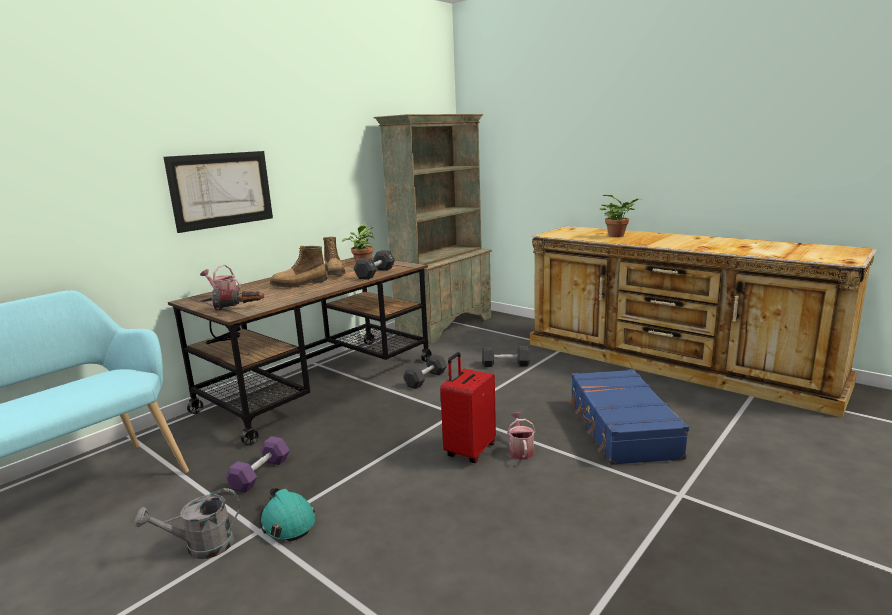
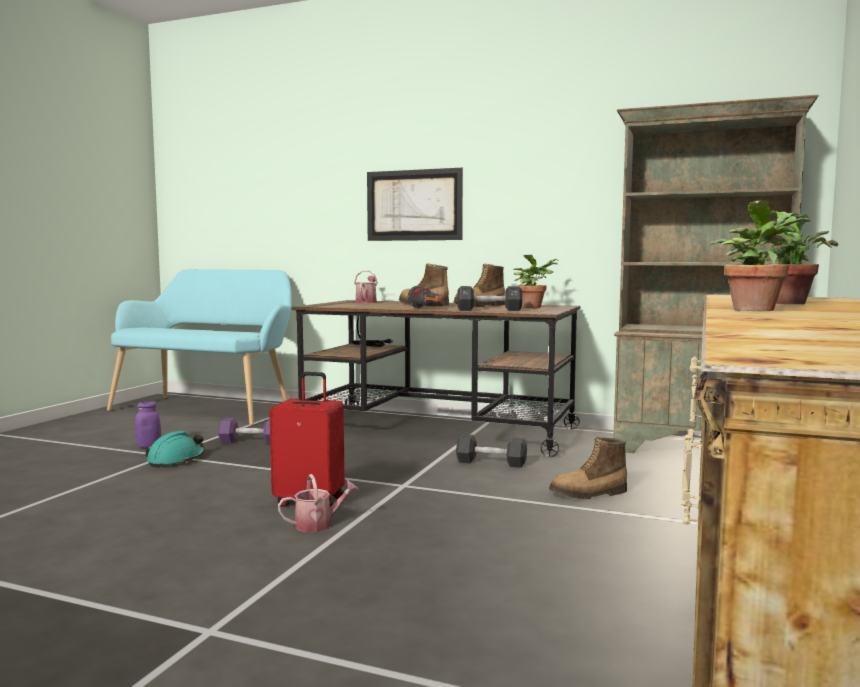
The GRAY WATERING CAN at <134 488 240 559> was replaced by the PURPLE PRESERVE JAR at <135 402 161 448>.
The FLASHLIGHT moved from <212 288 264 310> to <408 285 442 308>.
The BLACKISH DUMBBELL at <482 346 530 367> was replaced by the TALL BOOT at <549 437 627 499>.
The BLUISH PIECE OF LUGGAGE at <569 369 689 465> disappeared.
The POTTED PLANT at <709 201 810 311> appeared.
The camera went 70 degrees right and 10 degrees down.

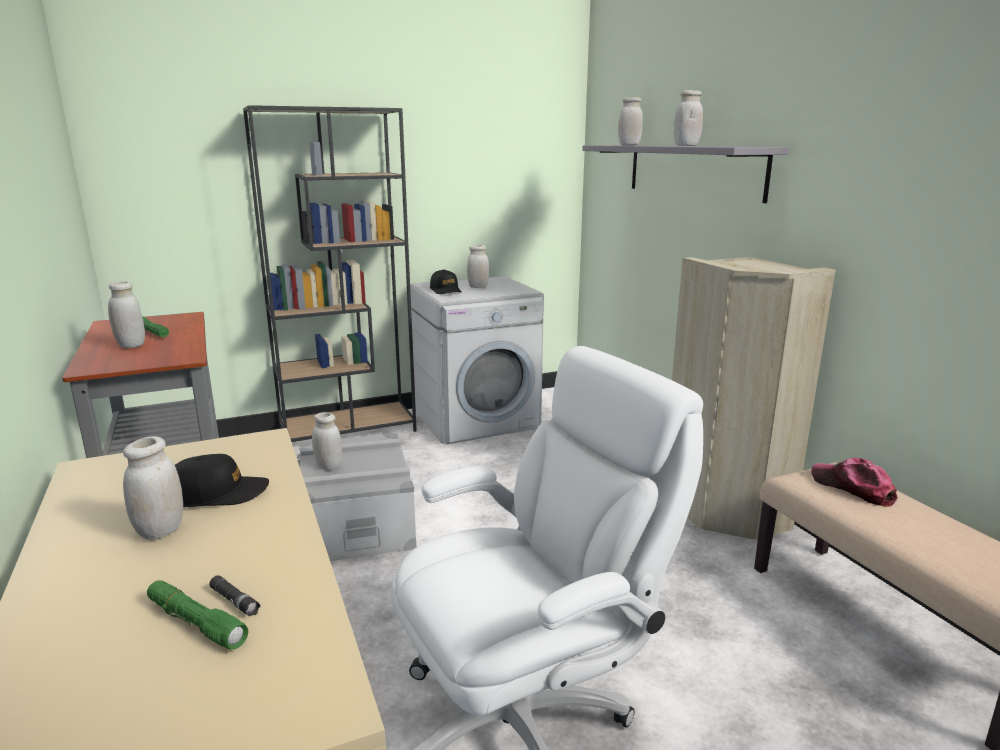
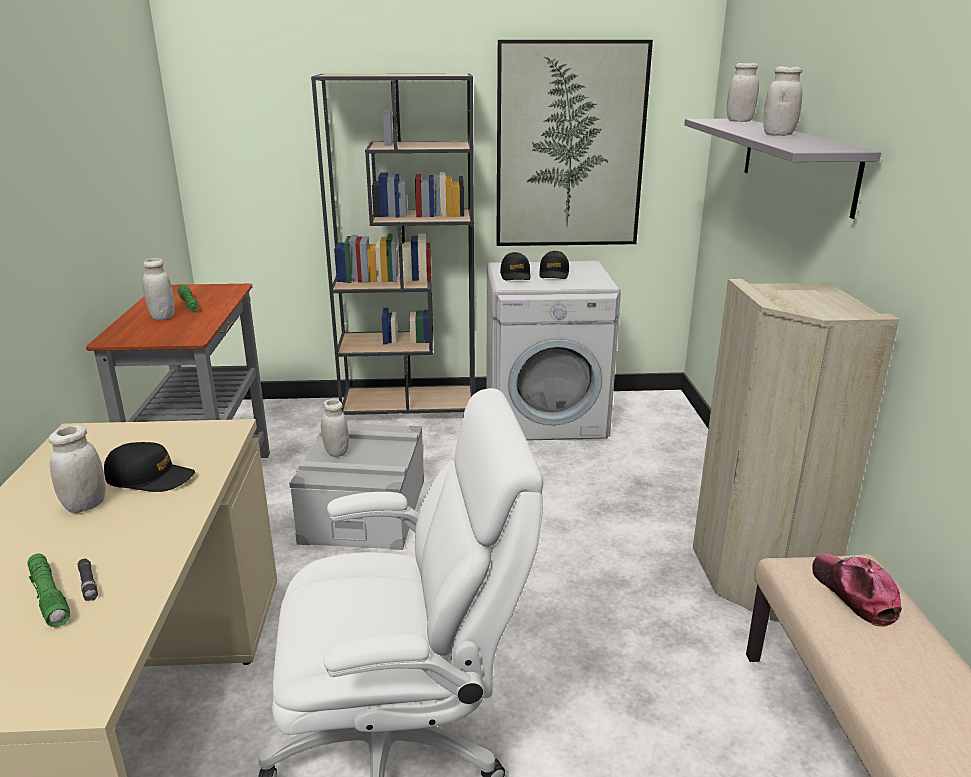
The WHITISH PRESERVE JAR at <467 245 489 288> was replaced by the BLACKISH BASEBALL CAP at <539 251 569 279>.
The WALL PICTURE at <496 40 653 246> appeared.
The camera went 20 degrees right and 5 degrees up.

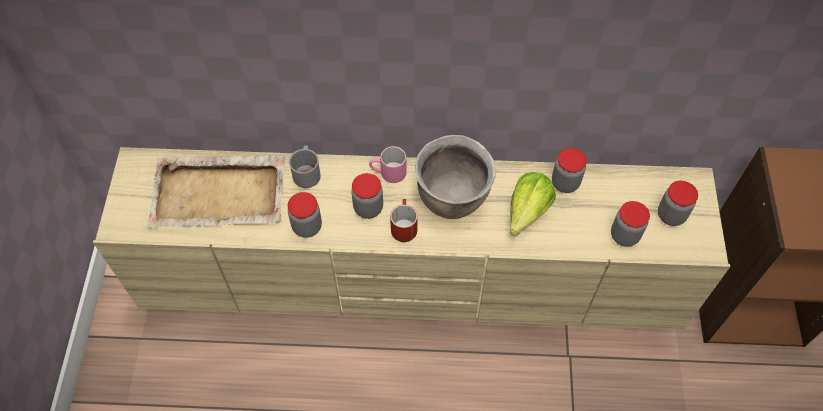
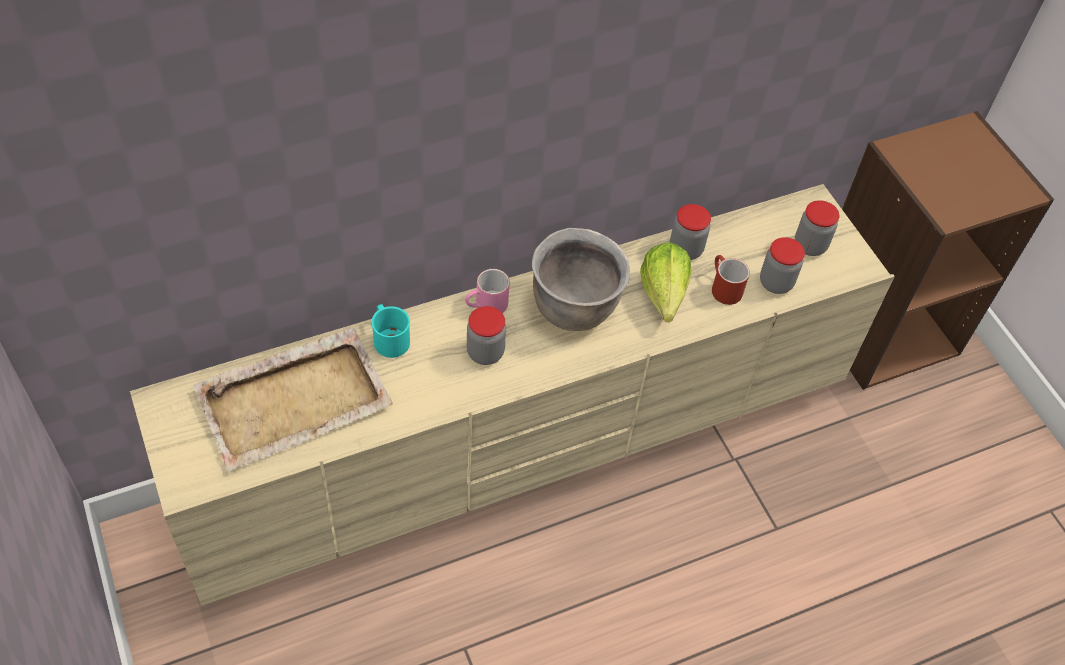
The PRESERVE JAR at <288 192 322 238> disappeared.
The GRAY COFFEE MUG at <289 146 321 188> became the TURQUOISE-COLOURED COFFEE MUG at <371 304 410 358>.
The RED COFFEE MUG moved from <390 199 418 242> to <712 255 750 305>.
The camera went 30 degrees left and 5 degrees down.

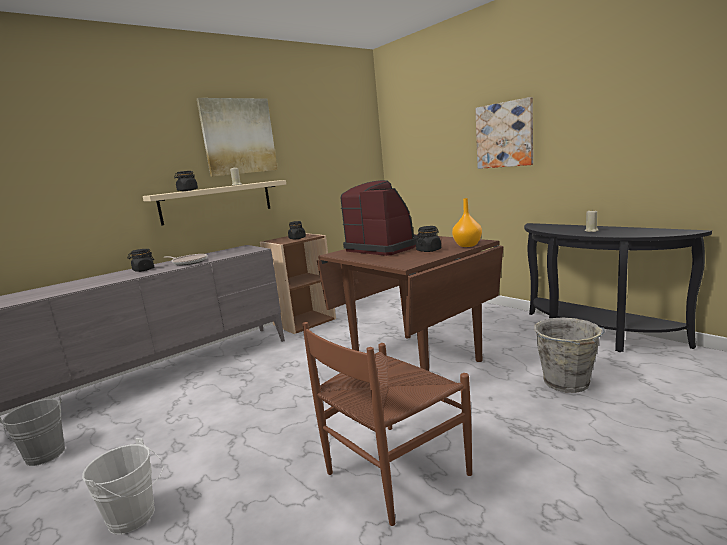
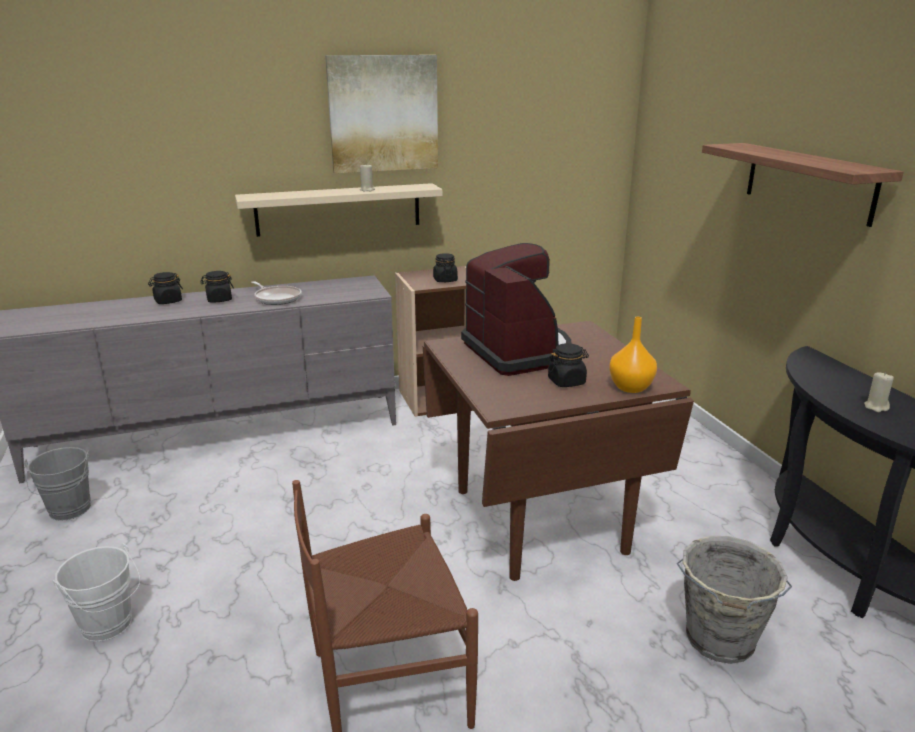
The BLACKISH PRESERVE JAR moved from <174 171 198 191> to <148 272 183 304>.
The WALL PICTURE at <475 97 533 169> was replaced by the SHELF at <702 143 904 227>.
The camera went 20 degrees right and 10 degrees up.

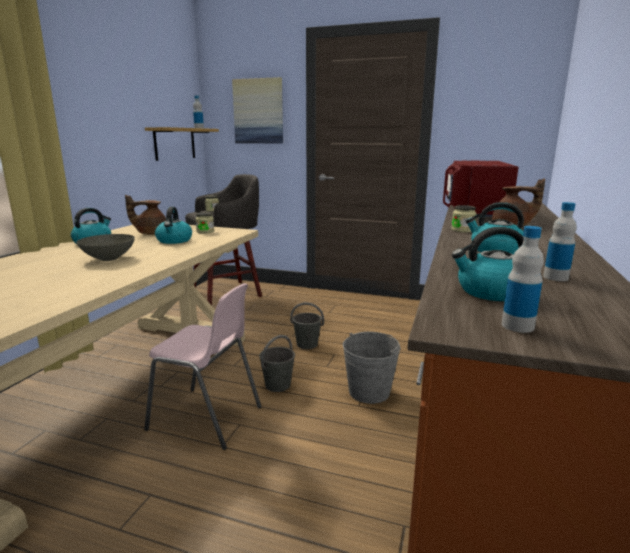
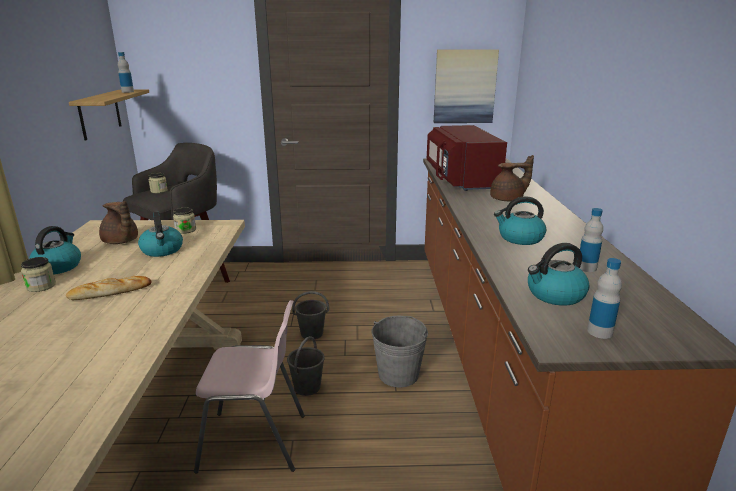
The GRAY DEEP DISH at <76 234 135 261> was replaced by the BAKERY BREAD at <66 276 152 300>.
The BROWN TEA POT at <125 195 166 235> turned 105 degrees counterclockwise.
The WALL PICTURE moved from <232 77 283 143> to <434 49 499 123>.
The PRESERVE JAR moved from <451 205 476 232> to <21 257 56 292>.
The camera went 20 degrees left and 5 degrees up.

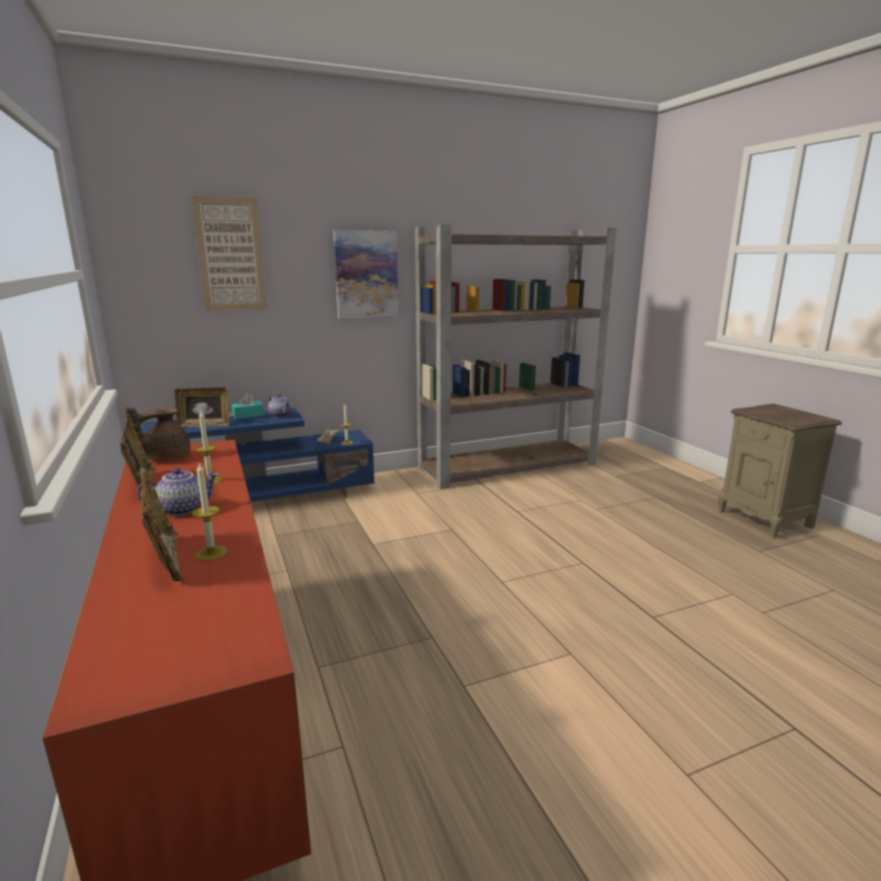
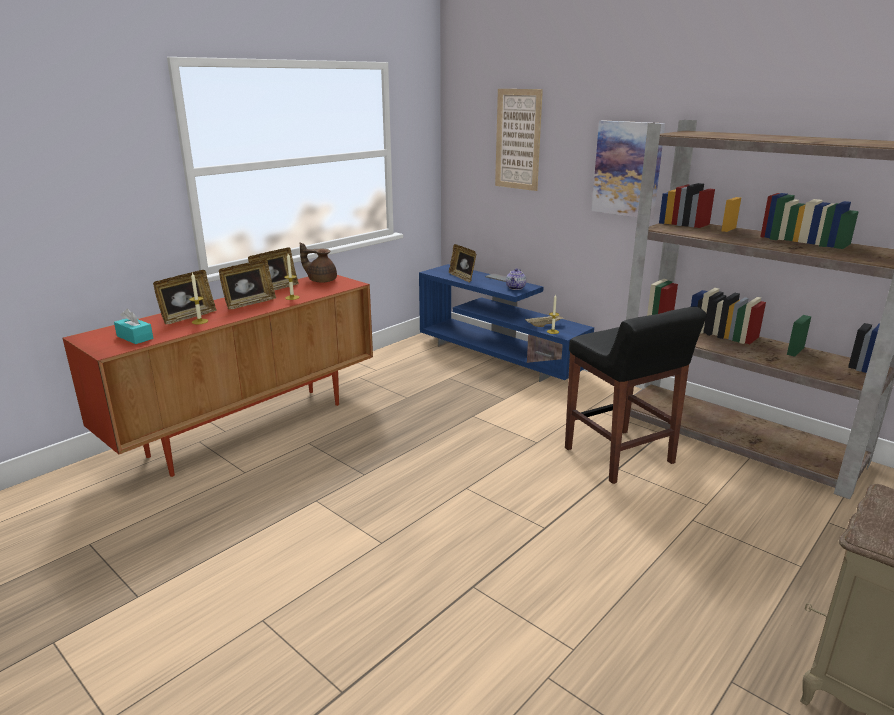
The TEA POT at <137 468 219 516> was replaced by the STANDING FRAME at <219 259 276 310>.
The TURQUOISE-COLOURED BOX OF TISSUES moved from <232 393 264 419> to <114 309 153 344>.
The BLACKISH STOOL at <565 307 707 484> appeared.
The camera went 65 degrees right and 5 degrees up.

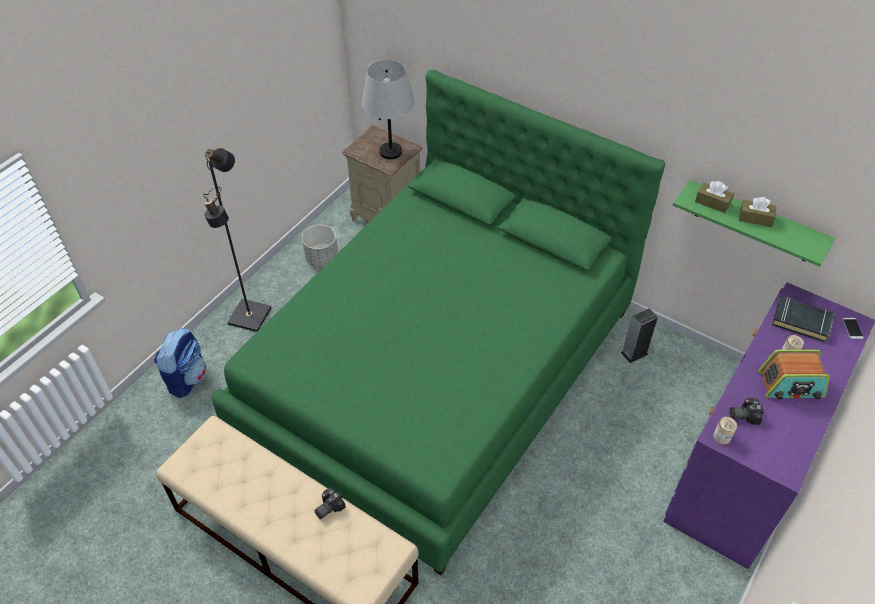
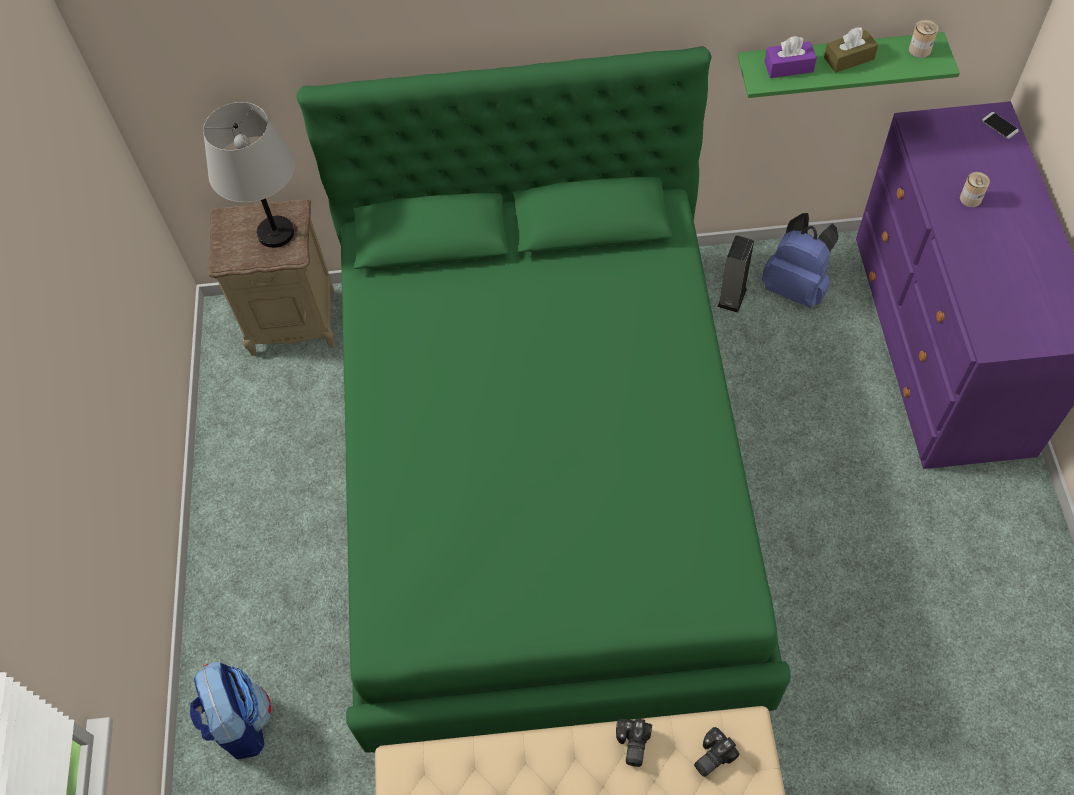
The BLACKISH STANDING LAMP at <203 148 271 332> disappeared.
The GRAY PLANTER at <302 225 338 268> disappeared.
The BROWN BOX OF TISSUES at <695 181 734 213> became the PURPLE BOX OF TISSUES at <765 36 817 78>.
The METAL CAN moved from <713 417 737 445> to <909 20 938 58>.
The PHOTO CAMERA moved from <729 398 764 425> to <694 727 739 777>.
The RADIO SET at <758 350 830 400> disappeared.
The BLACKISH VOLUME at <772 296 834 343> disappeared.
The BLUISH KNAPSACK at <762 213 838 308> appeared.
The camera went 35 degrees left and 10 degrees up.

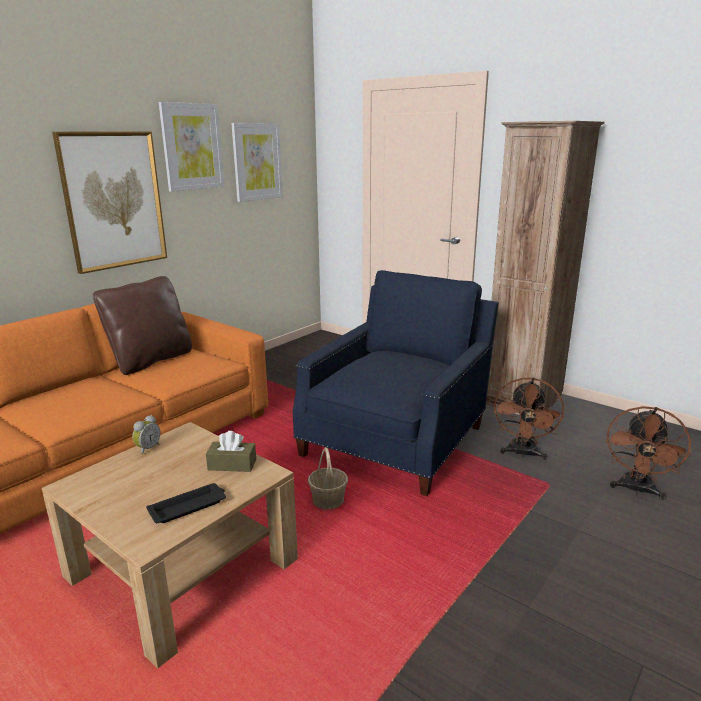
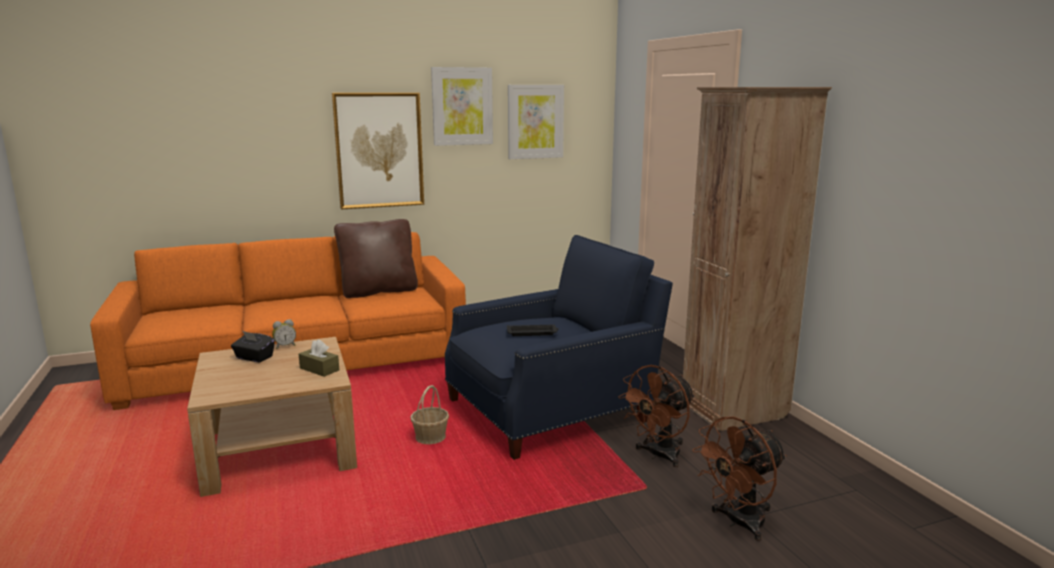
The BLACKISH CARRYING TRAY moved from <146 483 226 523> to <507 325 559 336>.
The BLACKISH BOX OF TISSUES at <231 331 275 363> appeared.
The camera went 30 degrees right and 5 degrees down.

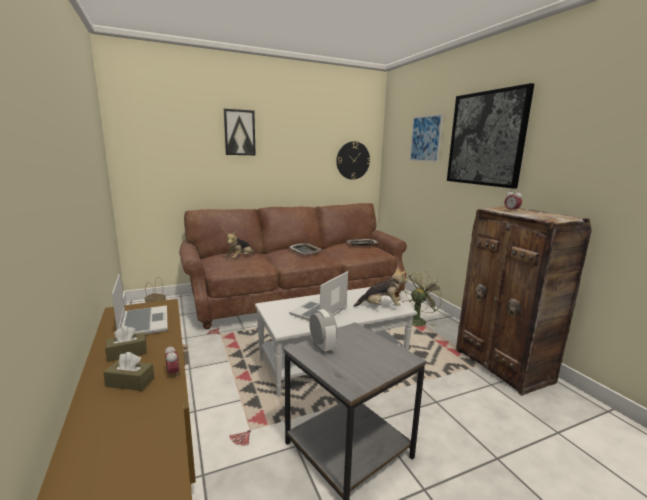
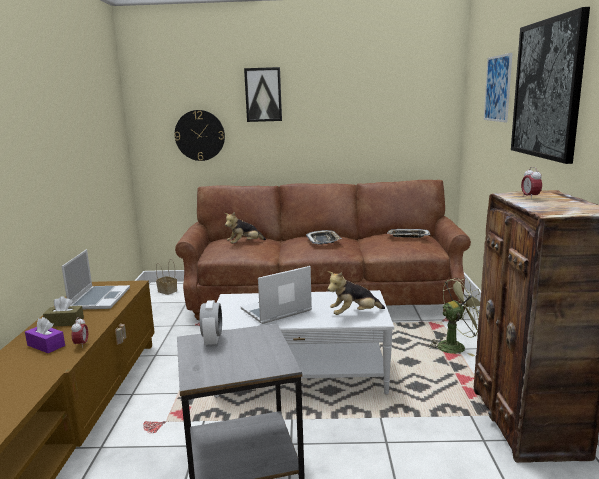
The BROWN BOX OF TISSUES at <103 352 154 391> became the PURPLE BOX OF TISSUES at <25 317 65 353>.
The WALL CLOCK moved from <336 141 370 180> to <174 110 225 161>.
The SOFT TOY at <353 267 407 307> turned 135 degrees clockwise.
The camera went 25 degrees right and 0 degrees up.

